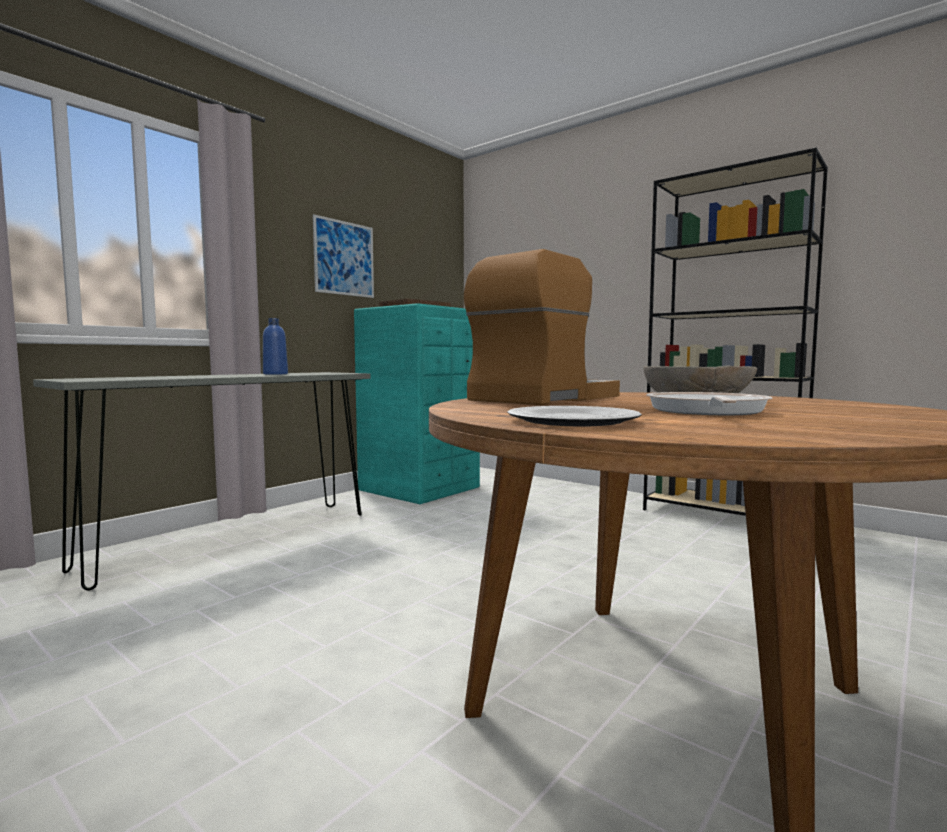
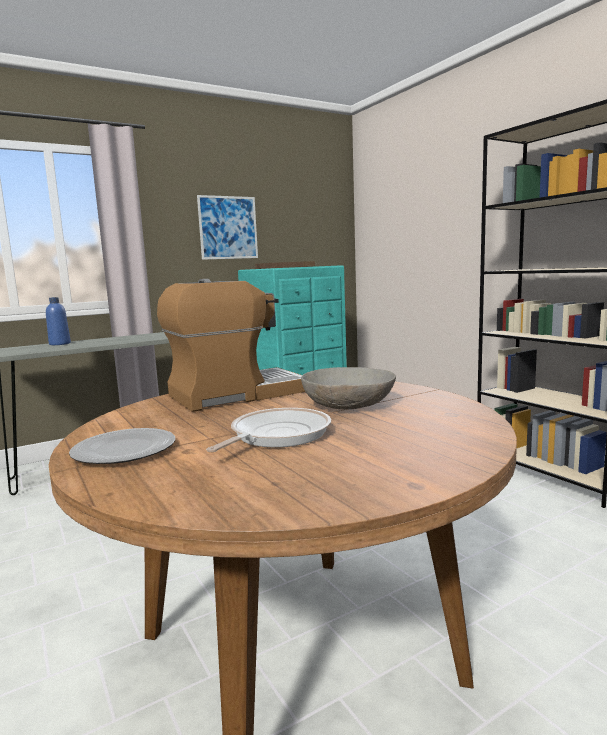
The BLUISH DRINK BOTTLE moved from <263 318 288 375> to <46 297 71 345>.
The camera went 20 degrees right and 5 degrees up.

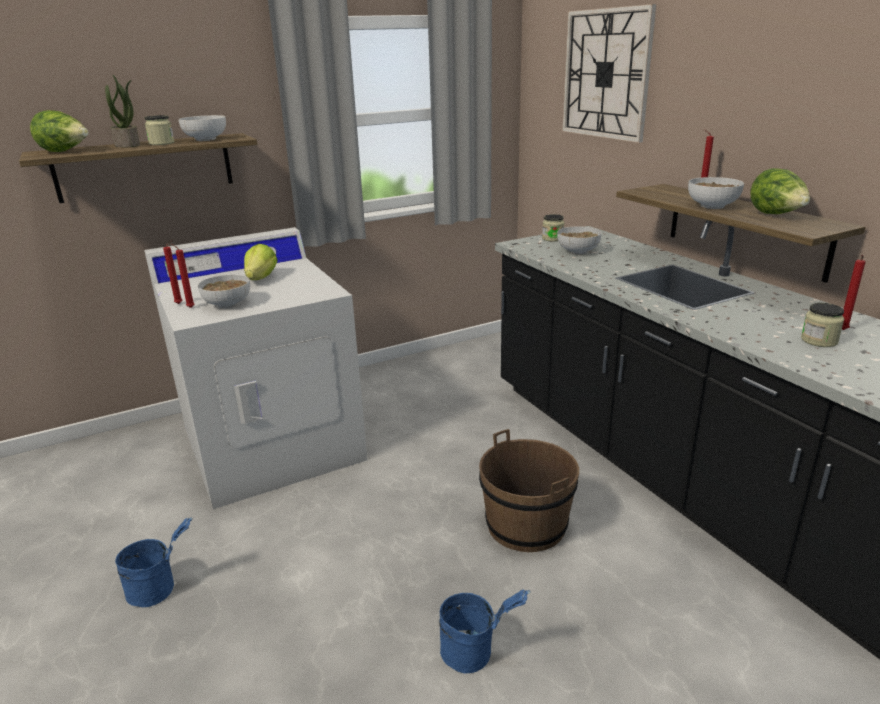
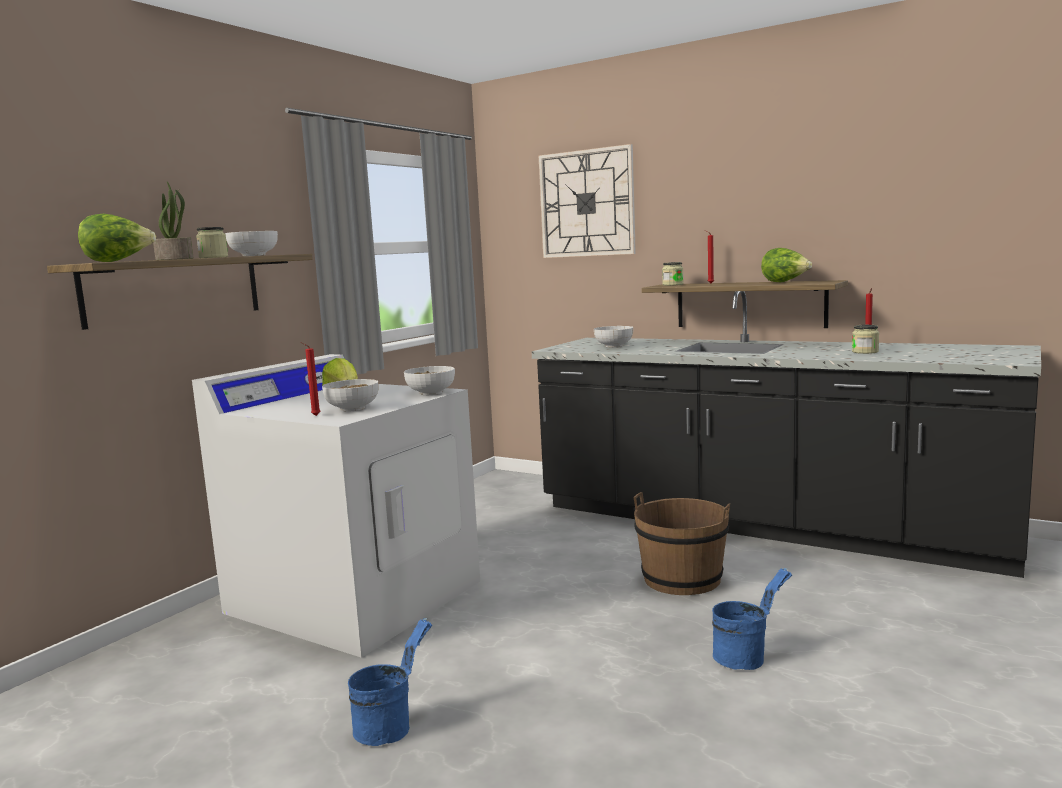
The RED WAX LIGHT at <163 240 182 304> disappeared.
The PRESERVE JAR moved from <542 214 564 242> to <662 262 684 286>.
The DEEP DISH moved from <688 177 744 209> to <404 366 455 395>.
The camera went 30 degrees left and 15 degrees down.

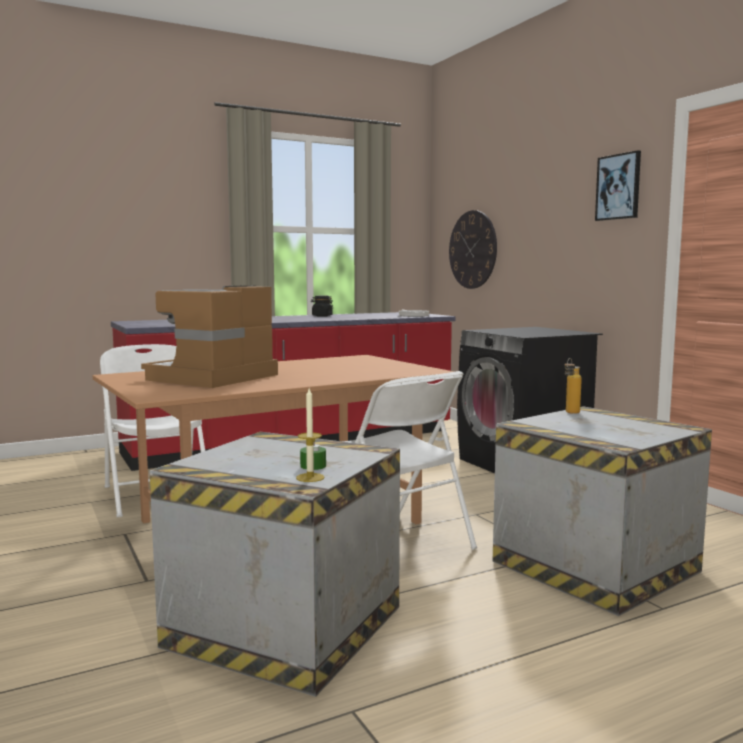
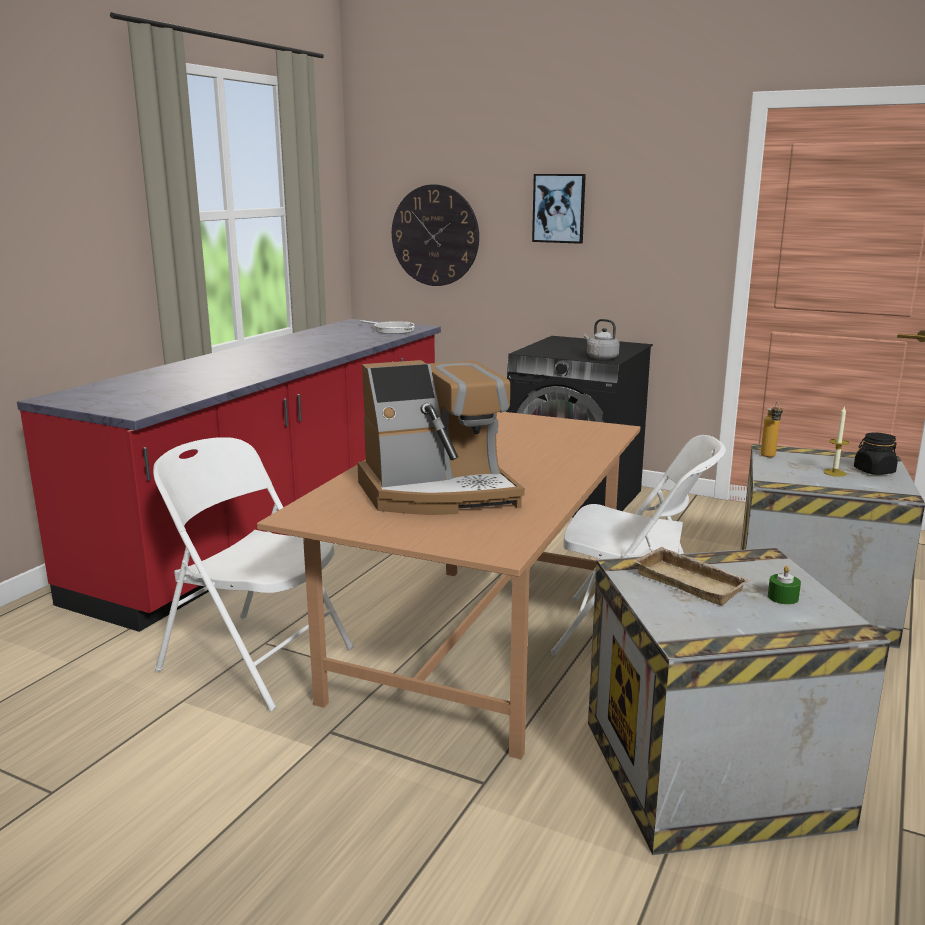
The COFFEE MAKER at <141 285 278 388> turned 105 degrees counterclockwise.
The WAX LIGHT moved from <296 388 324 482> to <823 407 849 477>.
The BLACKISH PRESERVE JAR moved from <311 296 333 317> to <854 432 898 475>.
The WALL PICTURE moved from <595 150 641 221> to <532 174 586 244>.
The GRAY TEA KETTLE at <584 319 620 360> appeared.
The BEIGE CARRYING TRAY at <633 547 752 606> appeared.
The camera went 35 degrees left and 10 degrees up.

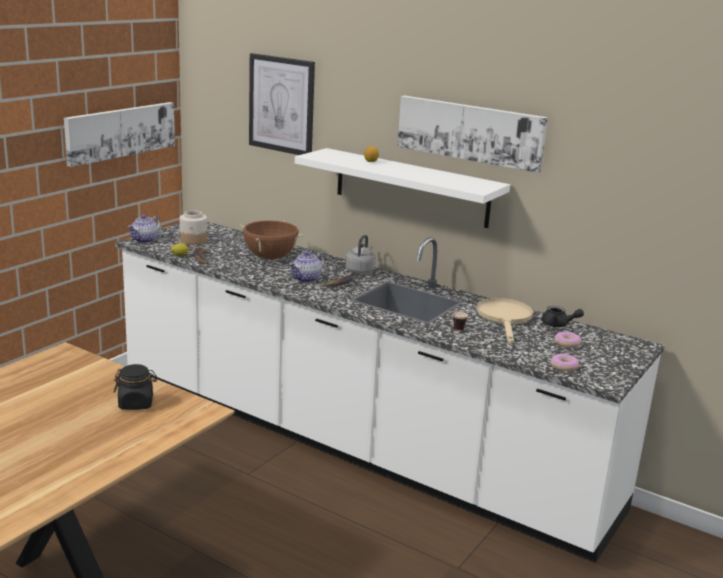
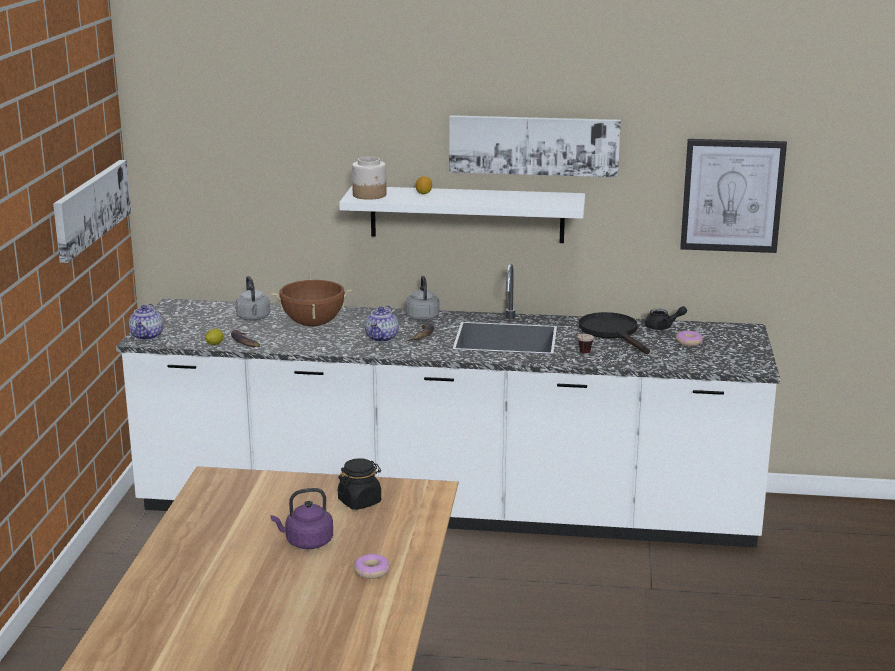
The PRESERVE JAR moved from <180 211 207 245> to <352 157 386 200>.
The WALL PICTURE moved from <249 53 315 155> to <680 139 787 253>.
The BEIGE PAN at <476 298 533 344> became the BLACKISH PAN at <579 312 650 354>.
The DONUT moved from <551 354 579 372> to <354 554 390 579>.
The GRAY TEA KETTLE at <236 276 271 321> appeared.
The PURPLE TEA KETTLE at <271 488 333 549> appeared.
The camera went 25 degrees left and 0 degrees up.

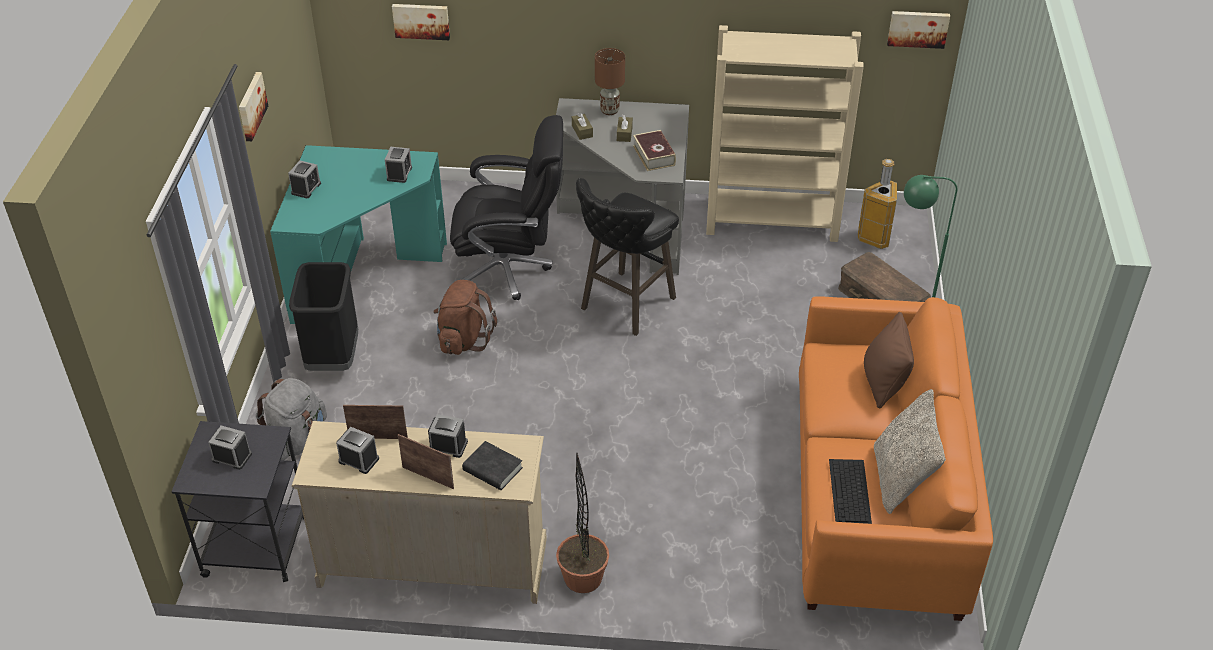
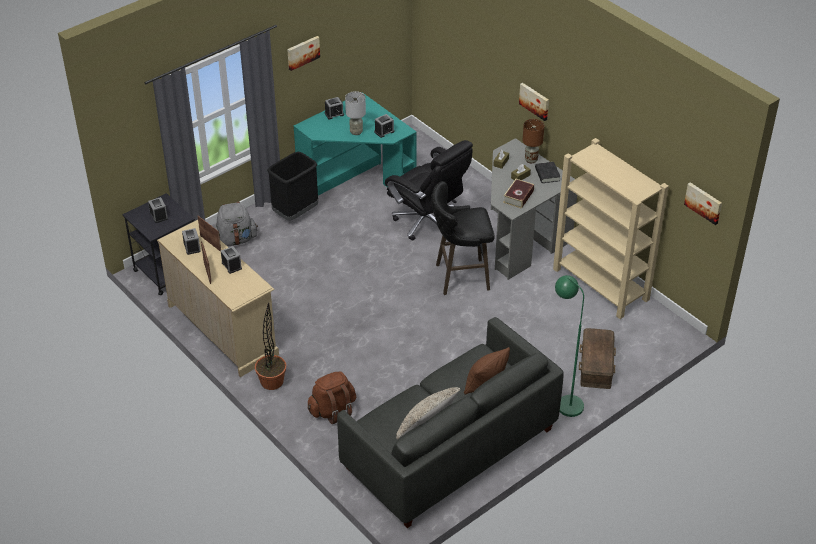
The WALL PICTURE moved from <392 4 450 40> to <519 83 549 121>.
The BROWN KNAPSACK moved from <433 280 497 355> to <308 371 356 424>.
The BLACKISH VOLUME moved from <462 441 523 490> to <535 162 560 183>.
The ORANGE-COLOURED COUCH at <799 296 993 621> became the GRAY COUCH at <337 317 564 528>.
The COMPUTER KEYBOARD at <829 459 872 524> disappeared.
The RUBBISH BIN at <857 159 897 249> disappeared.
The GRAY TABLETOP LAMP at <345 91 366 135> appeared.
The camera went 45 degrees right and 0 degrees up.

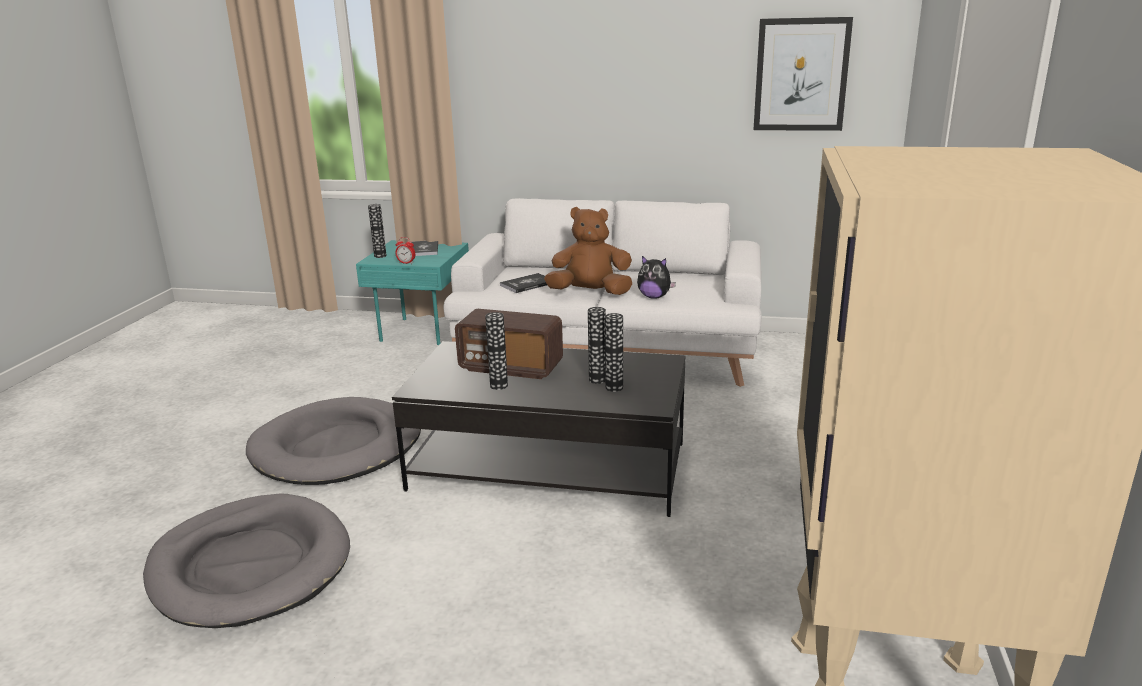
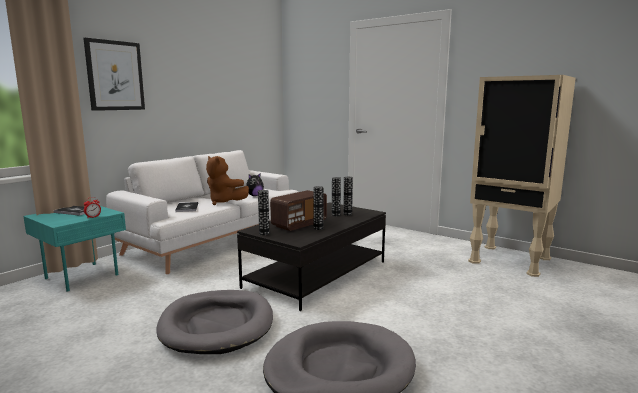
The DECORATIVE VASE moved from <368 204 387 258> to <258 190 269 235>.
The BROWN SOFT TOY at <544 207 632 295> turned 75 degrees counterclockwise.
The WALL PICTURE moved from <753 17 853 131> to <83 38 145 111>.
The camera went 65 degrees left and 10 degrees down.

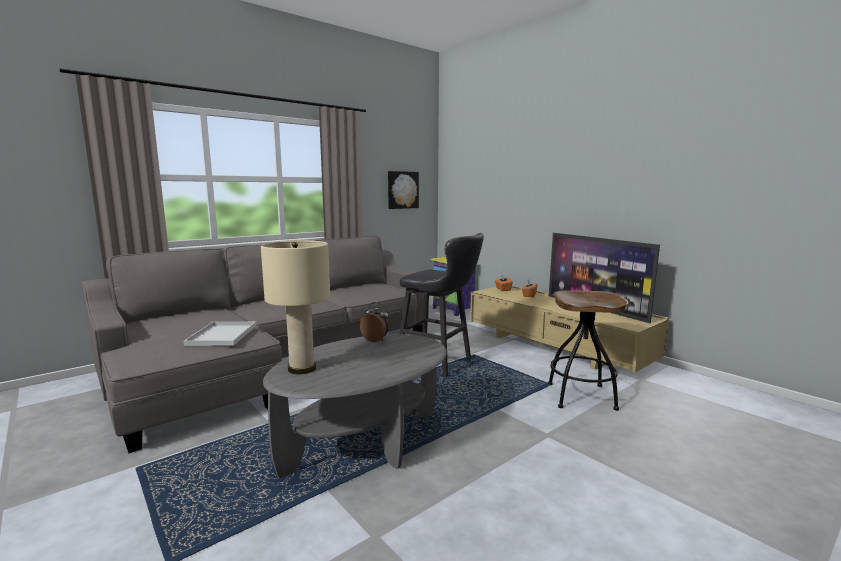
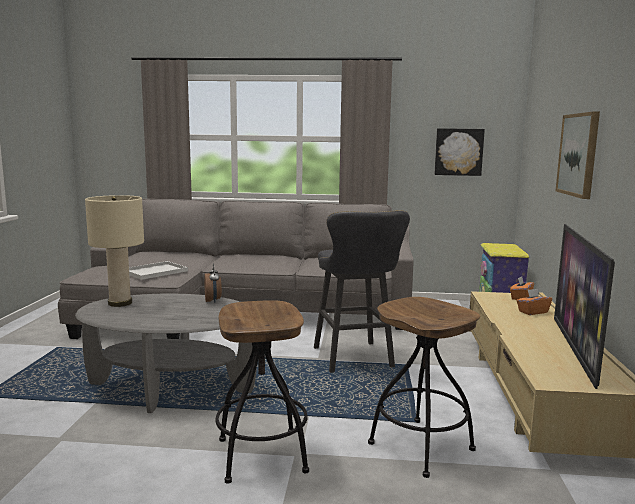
The BROWN STOOL at <215 300 309 484> appeared.
The WALL PICTURE at <556 112 600 199> appeared.
The camera went 45 degrees right and 0 degrees up.

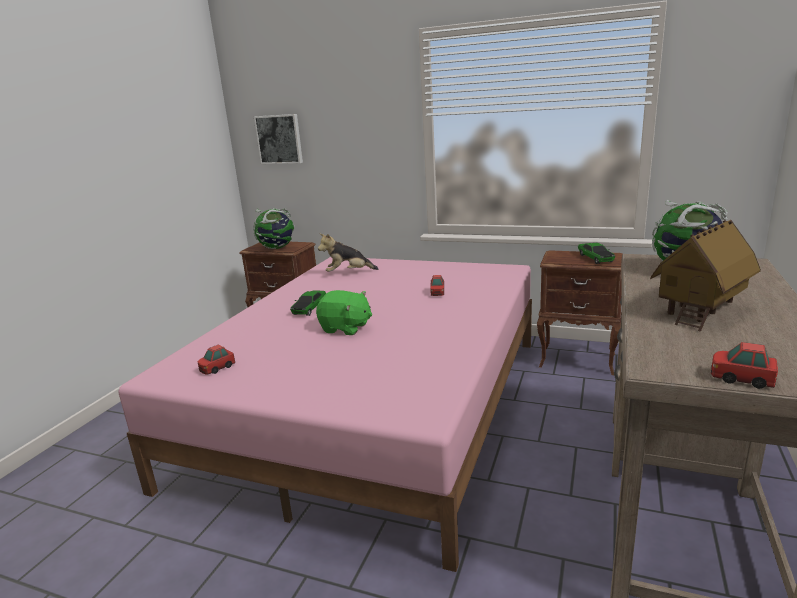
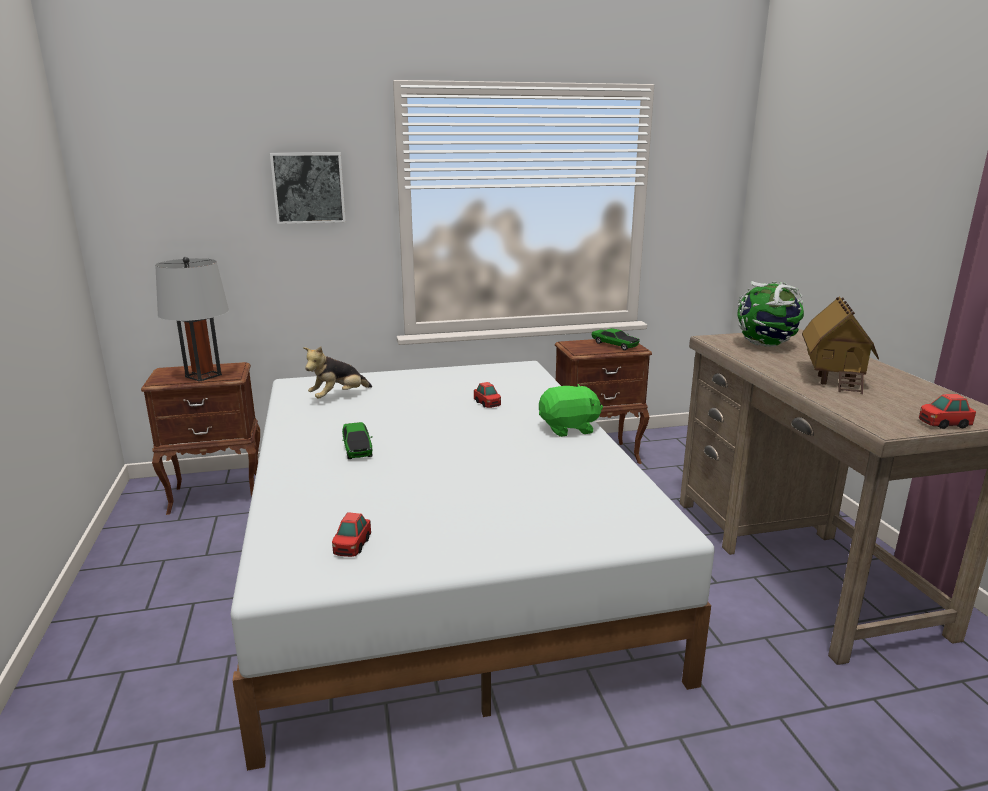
The PINK-COLOURED BEDROOM BED at <119 257 532 572> became the WHITISH BEDROOM BED at <230 361 715 771>.
The WORLD GLOBE at <253 208 295 249> was replaced by the GRAY TABLETOP LAMP at <155 257 229 382>.
The WALL PICTURE moved from <254 114 303 164> to <270 152 346 224>.
The GREEN SOFT TOY moved from <316 290 372 335> to <539 384 603 437>.
The camera went 35 degrees left and 0 degrees up.

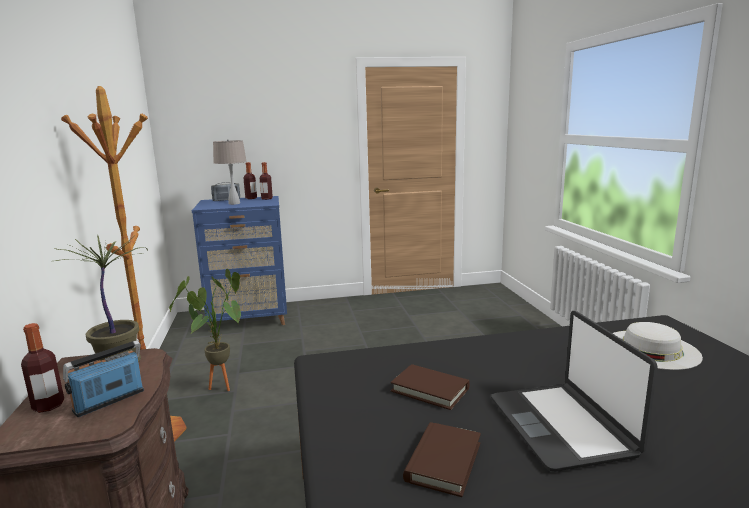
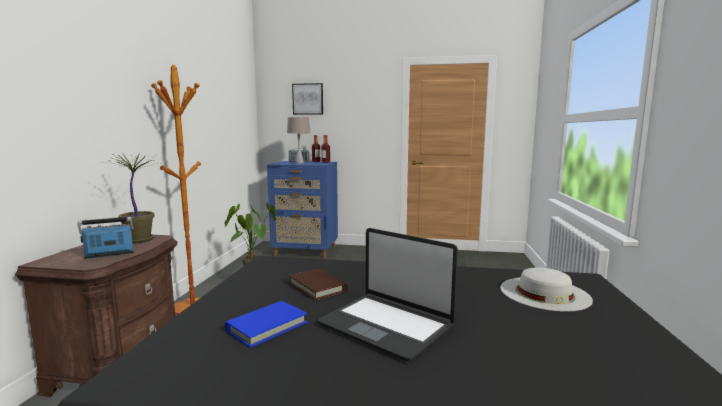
The DRINK BOTTLE at <21 323 64 413> disappeared.
The BROWN VOLUME at <403 422 481 497> became the BLUISH VOLUME at <225 301 308 348>.
The NOTEBOOK COMPUTER at <491 311 657 472> turned 60 degrees counterclockwise.
The WALL PICTURE at <292 83 323 115> appeared.
The camera went 20 degrees right and 5 degrees down.

